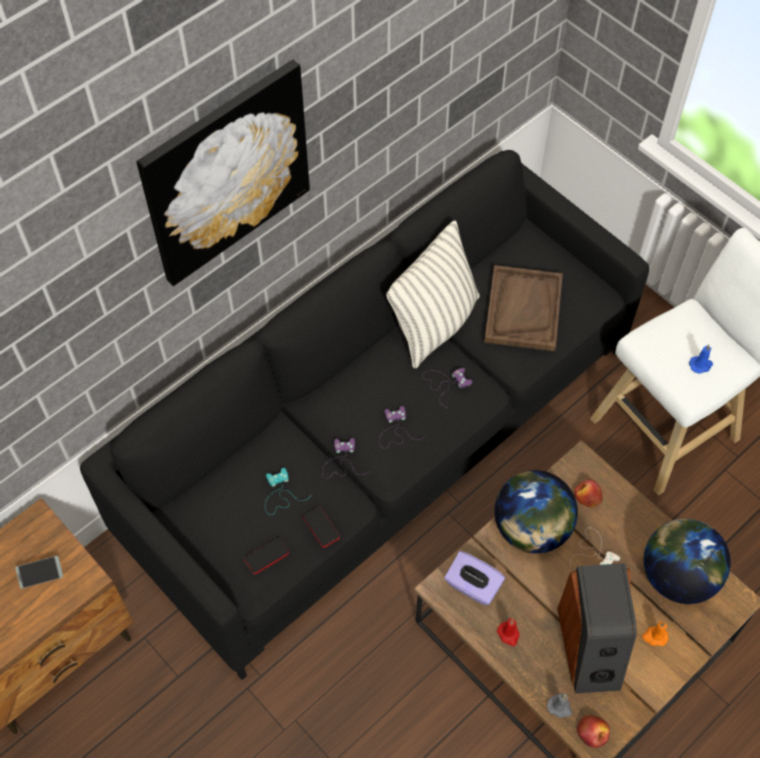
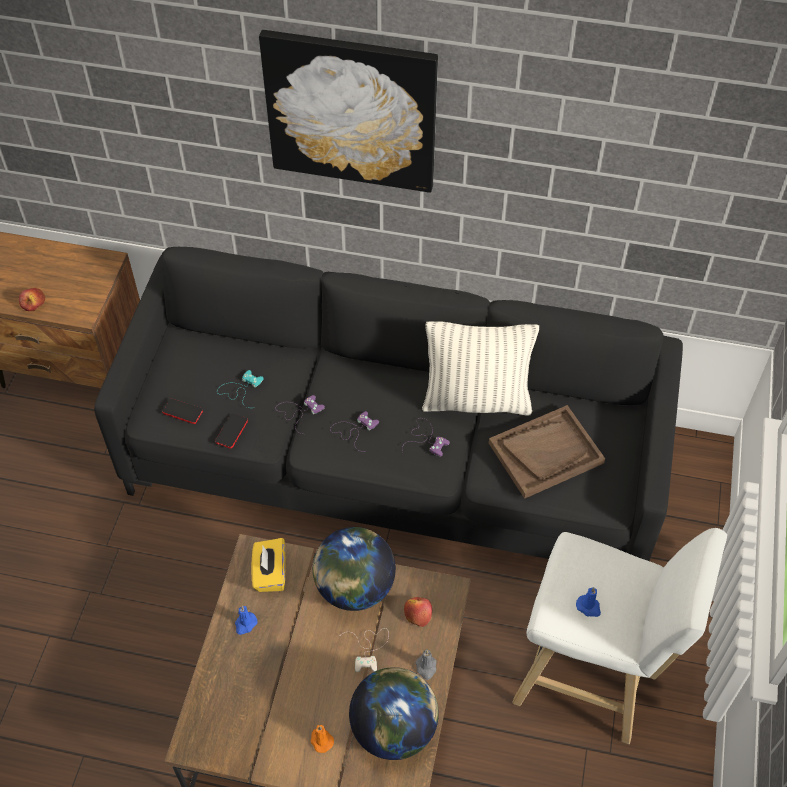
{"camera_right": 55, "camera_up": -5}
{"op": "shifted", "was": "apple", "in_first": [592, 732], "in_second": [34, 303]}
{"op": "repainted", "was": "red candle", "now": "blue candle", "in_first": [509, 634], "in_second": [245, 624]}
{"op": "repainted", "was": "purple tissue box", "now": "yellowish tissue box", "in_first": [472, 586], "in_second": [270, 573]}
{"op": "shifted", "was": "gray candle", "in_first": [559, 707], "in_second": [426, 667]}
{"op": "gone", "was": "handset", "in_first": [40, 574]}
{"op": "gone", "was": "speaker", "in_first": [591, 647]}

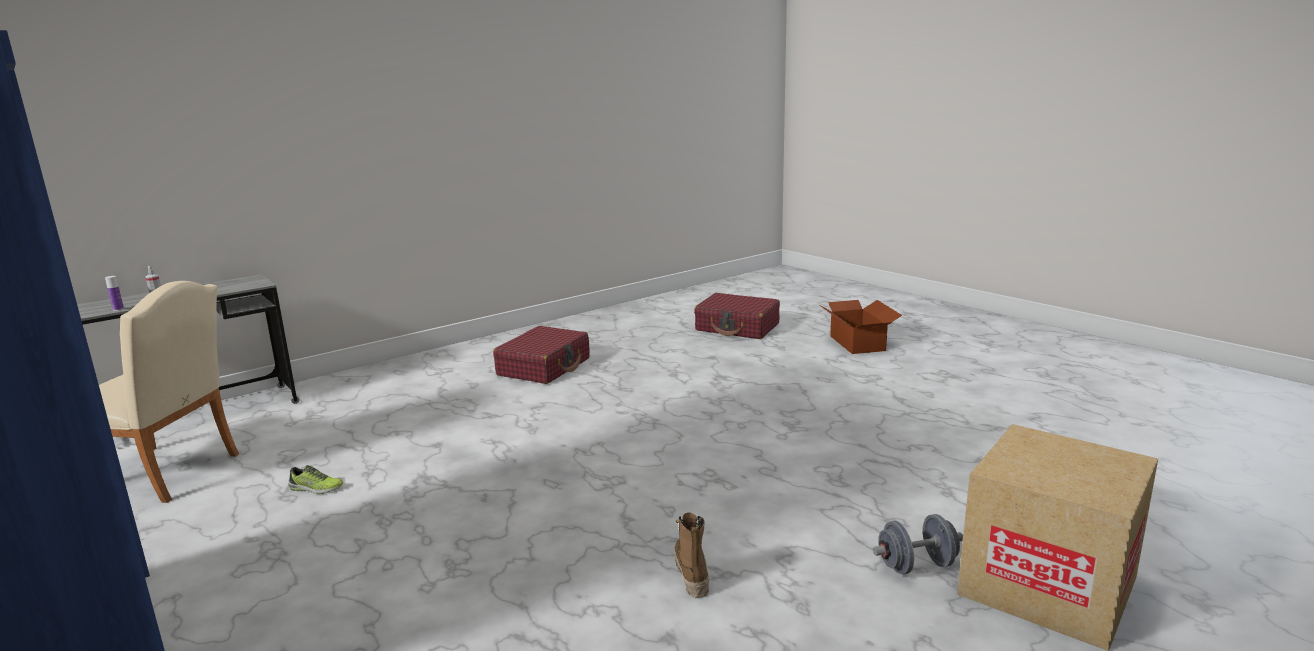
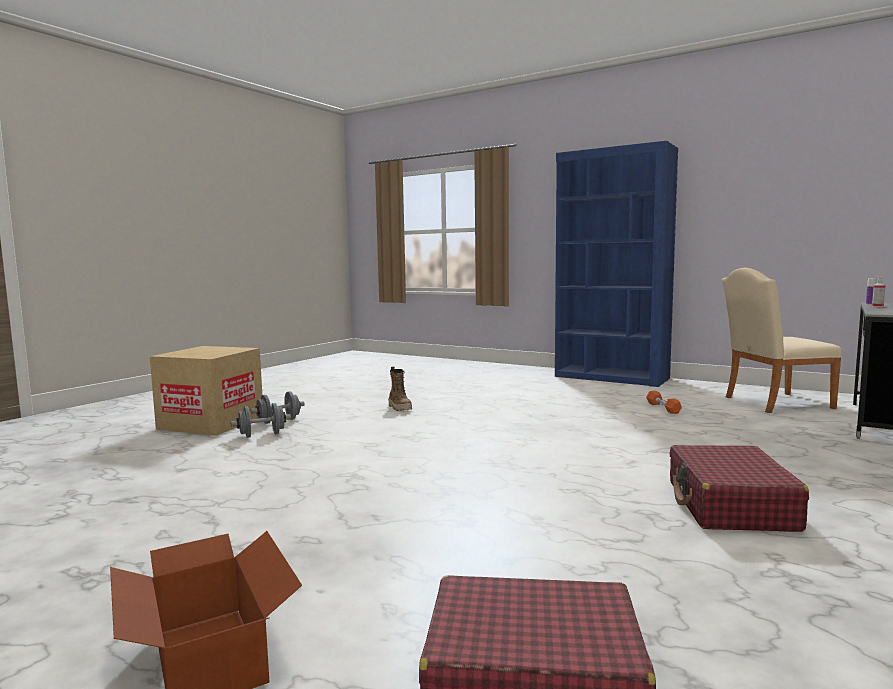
{"camera_right": 160, "camera_up": -10}
{"op": "new", "now": "gray hand weight", "in_second": [262, 435]}
{"op": "swapped", "was": "low shoe", "now": "orange hand weight", "in_first": [315, 488], "in_second": [663, 408]}

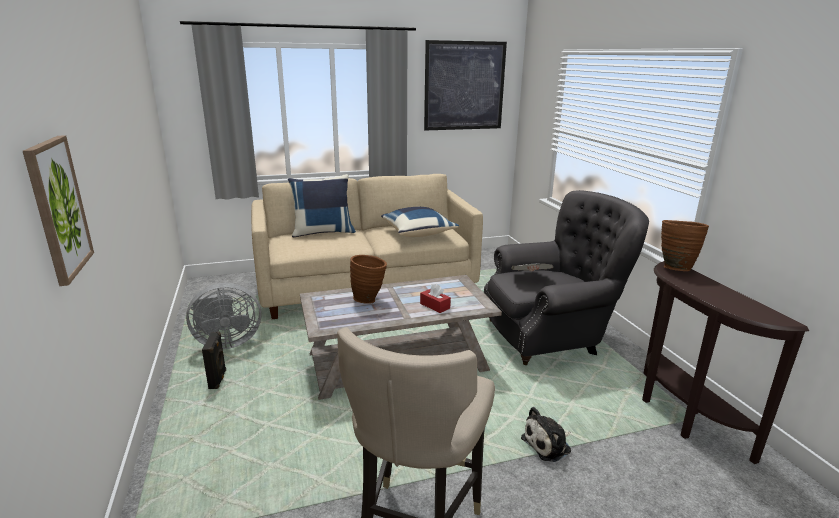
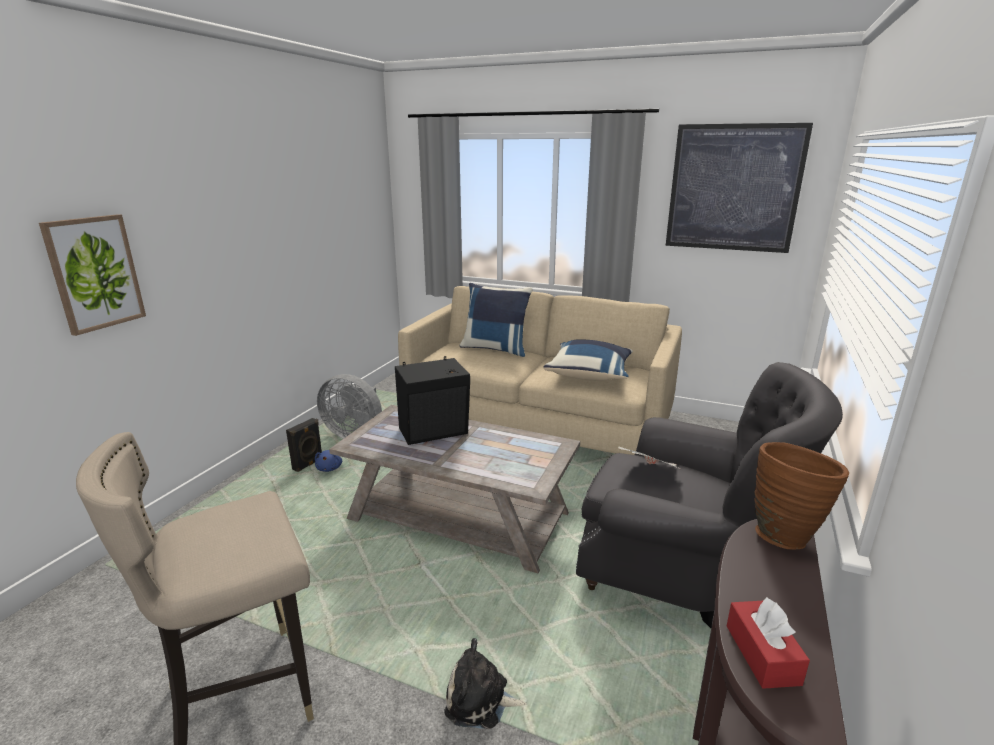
{"camera_right": 40, "camera_up": 0}
{"op": "new", "now": "blue plush toy", "in_second": [329, 468]}
{"op": "swapped", "was": "brown-coloured flower vase", "now": "blackish speaker", "in_first": [369, 299], "in_second": [435, 432]}
{"op": "shifted", "was": "red tissue box", "in_first": [435, 306], "in_second": [762, 654]}

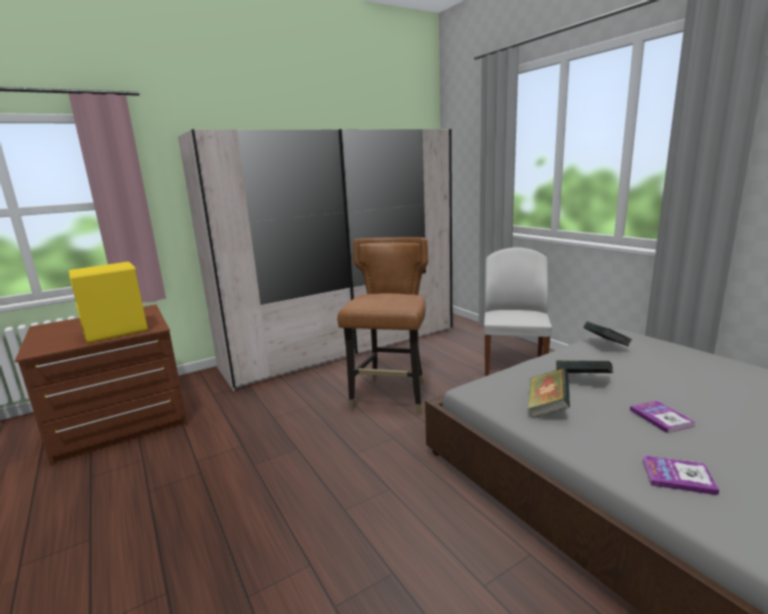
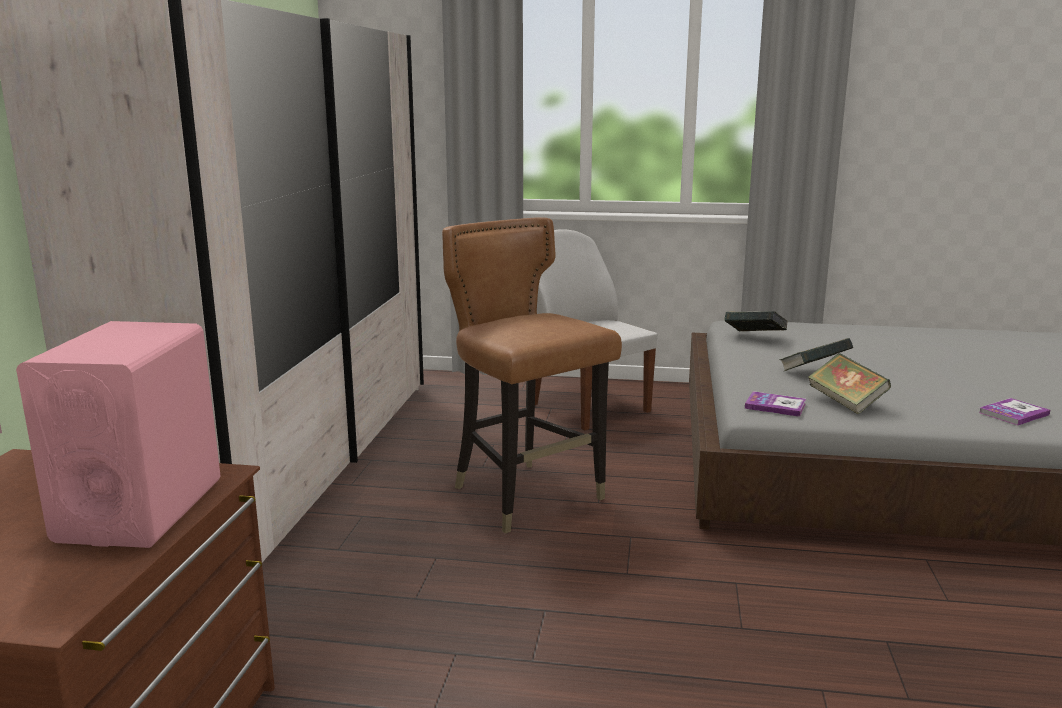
{"camera_right": -50, "camera_up": 0}
{"op": "repainted", "was": "yellowish speaker", "now": "pink-coloured speaker", "in_first": [117, 332], "in_second": [141, 510]}
{"op": "shifted", "was": "volume", "in_first": [661, 418], "in_second": [775, 406]}

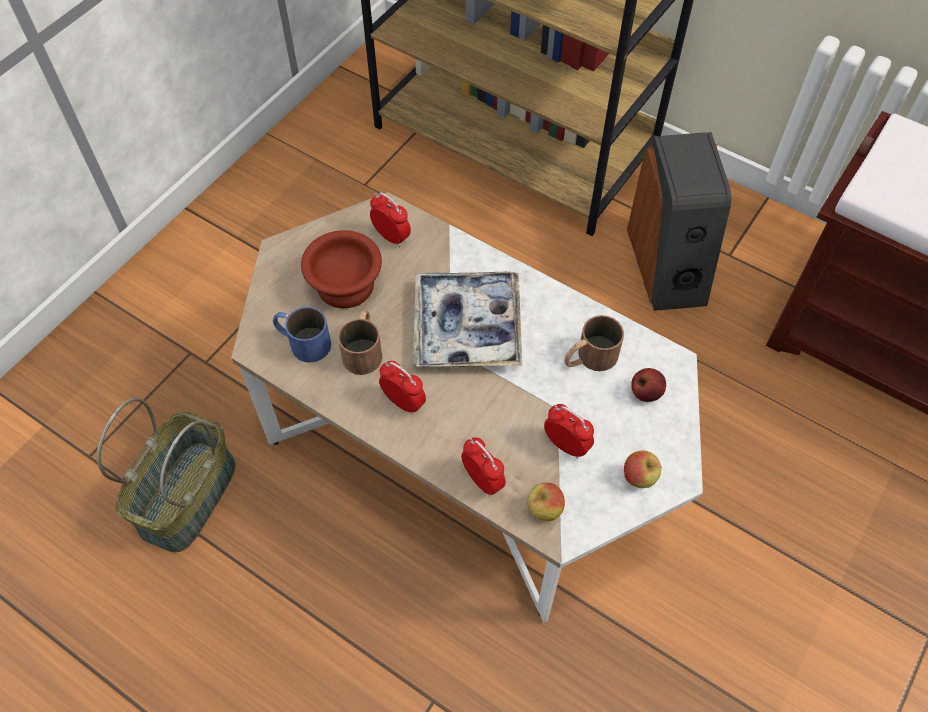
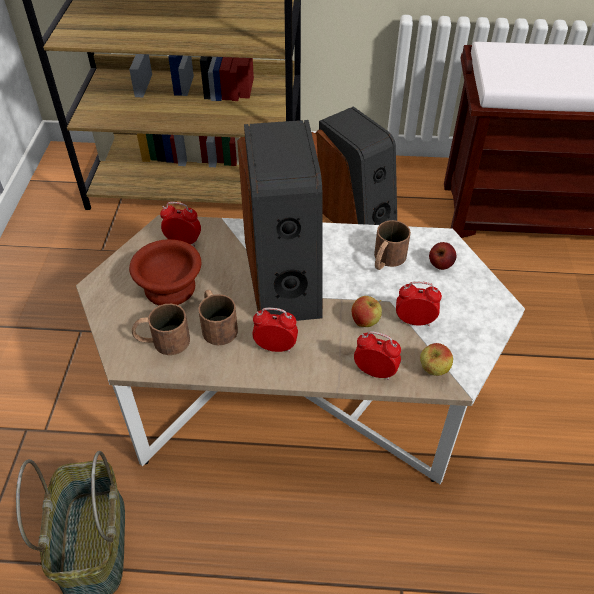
{"camera_right": -30, "camera_up": -10}
{"op": "repainted", "was": "blue tea mug", "now": "brown-coloured tea mug", "in_first": [302, 341], "in_second": [162, 341]}
{"op": "swapped", "was": "tray", "now": "speaker", "in_first": [467, 326], "in_second": [285, 276]}
{"op": "shifted", "was": "apple", "in_first": [639, 478], "in_second": [365, 322]}

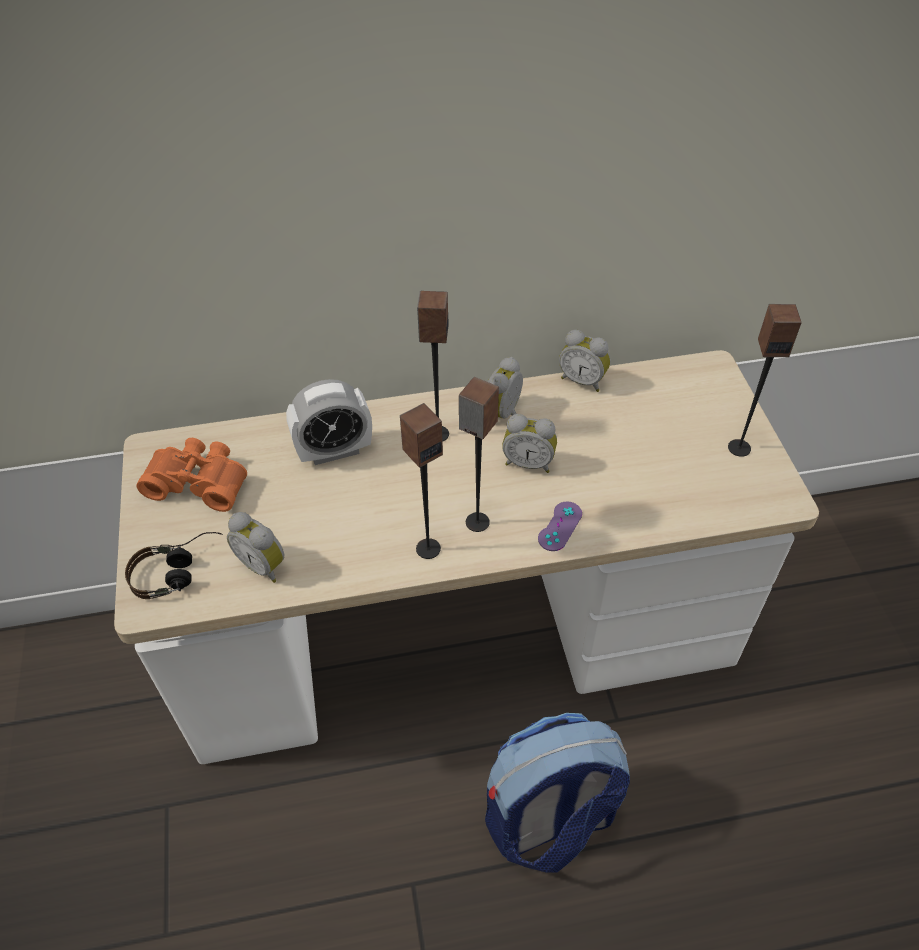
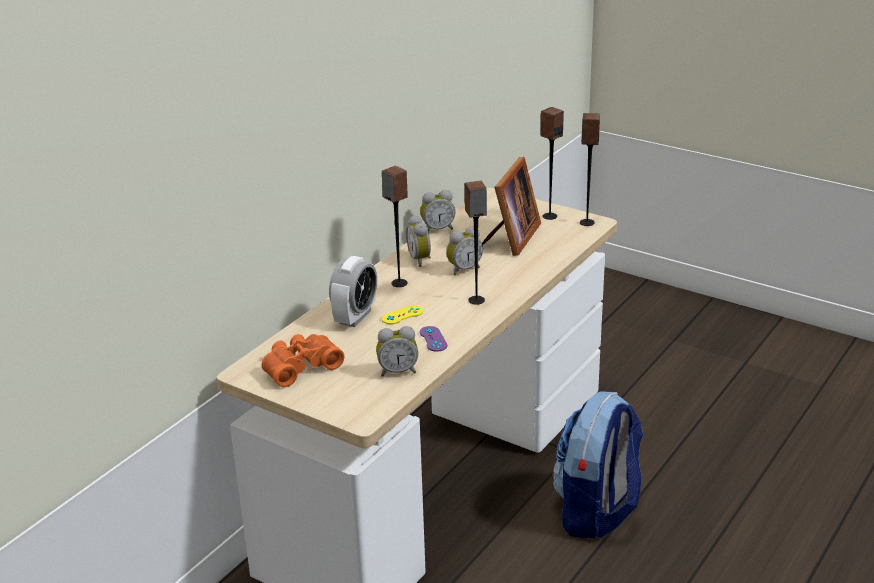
{"camera_right": -45, "camera_up": -20}
{"op": "new", "now": "yellowish gamepad", "in_second": [402, 315]}
{"op": "shifted", "was": "purple gamepad", "in_first": [560, 526], "in_second": [433, 339]}
{"op": "new", "now": "photo frame", "in_second": [511, 239]}
{"op": "shifted", "was": "speaker", "in_first": [428, 548], "in_second": [586, 222]}
{"op": "gone", "was": "headphones", "in_first": [180, 572]}

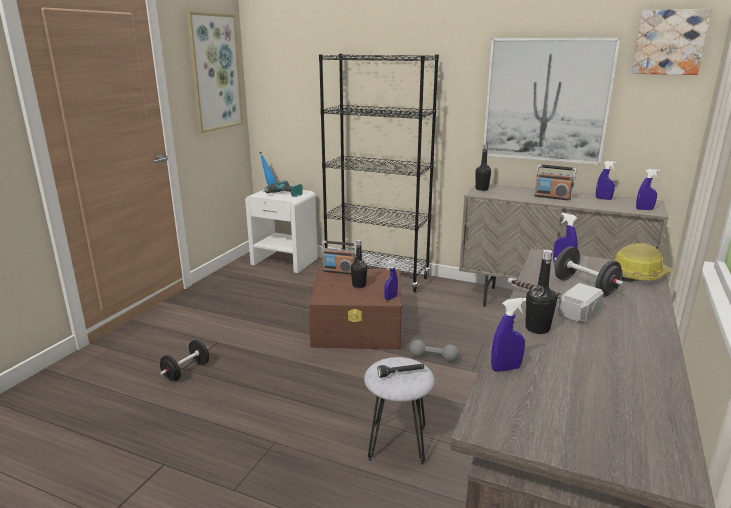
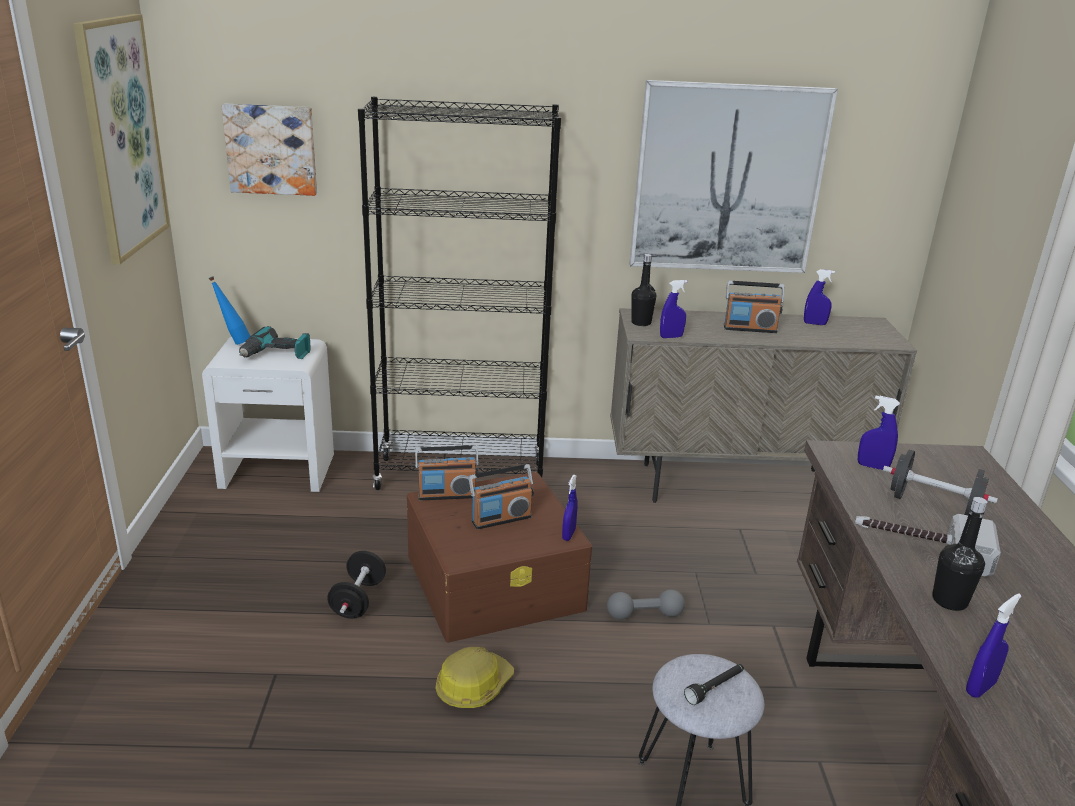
{"camera_right": -25, "camera_up": 5}
{"op": "shifted", "was": "wall picture", "in_first": [669, 42], "in_second": [271, 149]}
{"op": "shifted", "was": "blackish hand weight", "in_first": [186, 371], "in_second": [358, 600]}
{"op": "shifted", "was": "hard hat", "in_first": [638, 275], "in_second": [473, 686]}
{"op": "swapped", "was": "blackish beverage bottle", "now": "radio receiver", "in_first": [359, 285], "in_second": [501, 519]}
{"op": "shifted", "was": "blue spray bottle", "in_first": [644, 209], "in_second": [671, 337]}

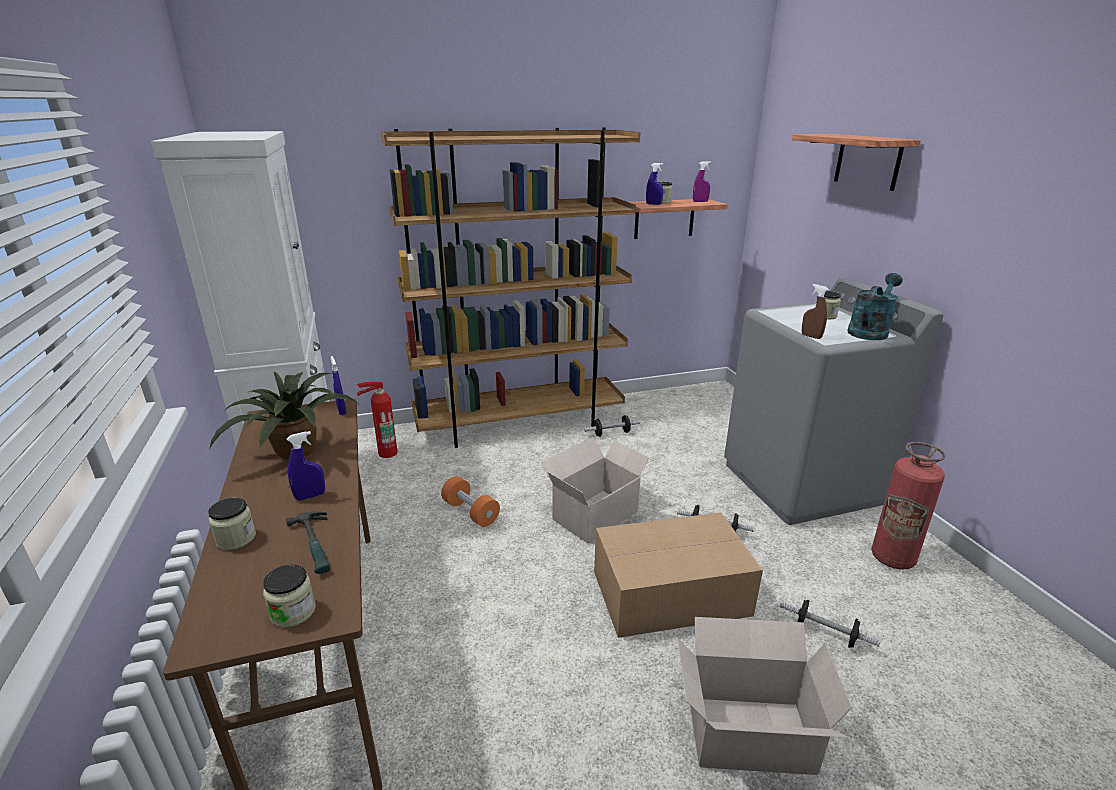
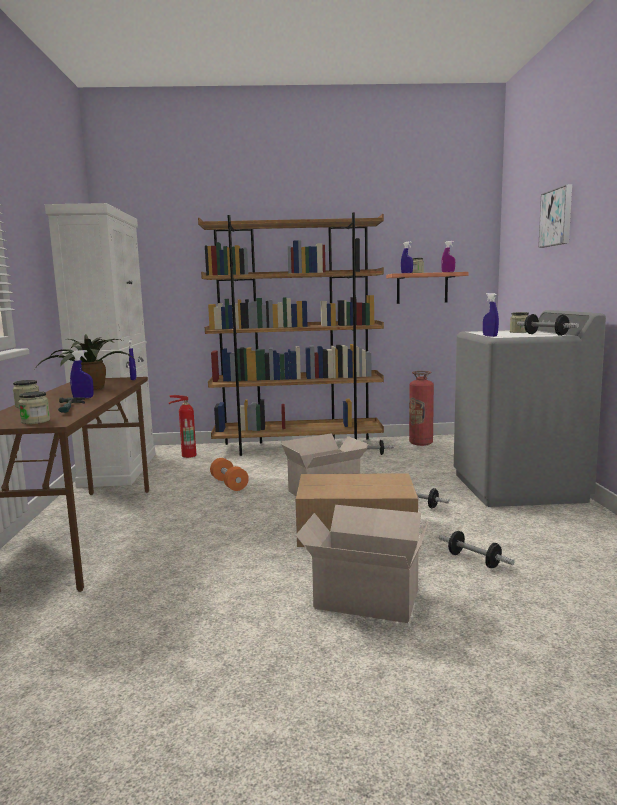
{"camera_right": 15, "camera_up": -15}
{"op": "shifted", "was": "extinguisher", "in_first": [892, 558], "in_second": [421, 443]}
{"op": "repainted", "was": "brown-coloured spray bottle", "now": "blue spray bottle", "in_first": [811, 336], "in_second": [490, 336]}
{"op": "swapped", "was": "turquoise-coloured sprinkling can", "now": "hand weight", "in_first": [869, 331], "in_second": [545, 334]}
{"op": "swapped", "was": "wall shelf", "now": "wall picture", "in_first": [868, 161], "in_second": [557, 217]}

